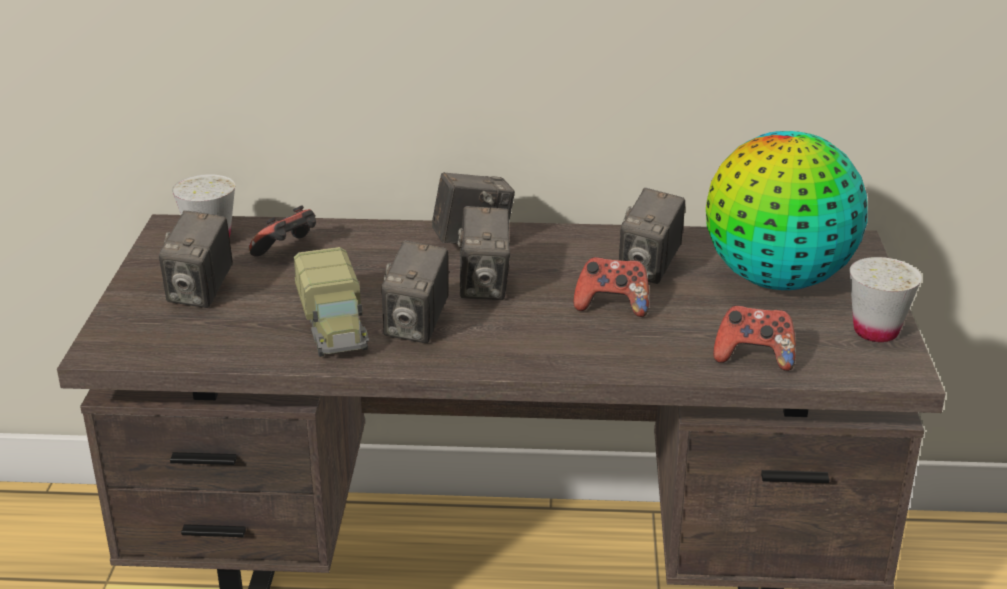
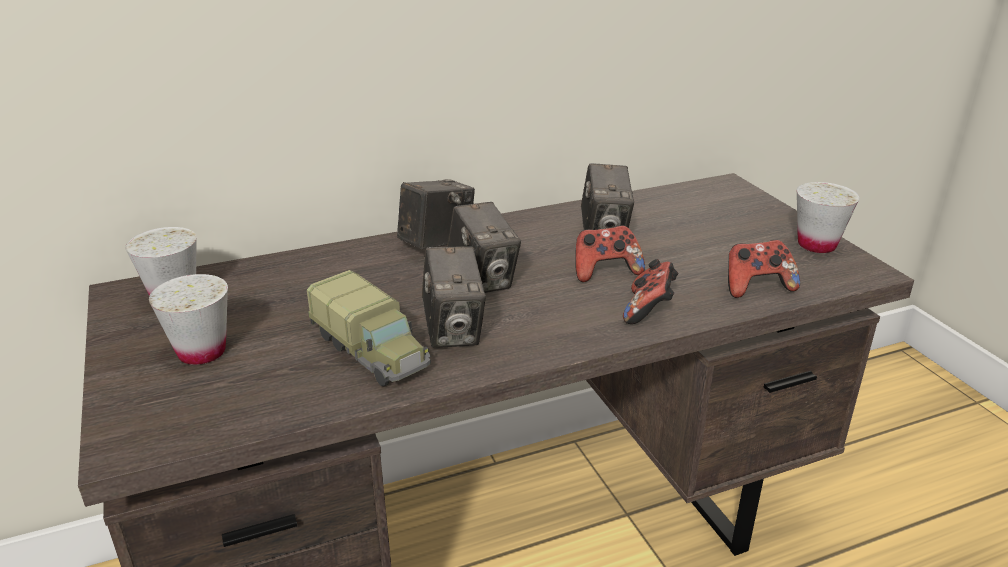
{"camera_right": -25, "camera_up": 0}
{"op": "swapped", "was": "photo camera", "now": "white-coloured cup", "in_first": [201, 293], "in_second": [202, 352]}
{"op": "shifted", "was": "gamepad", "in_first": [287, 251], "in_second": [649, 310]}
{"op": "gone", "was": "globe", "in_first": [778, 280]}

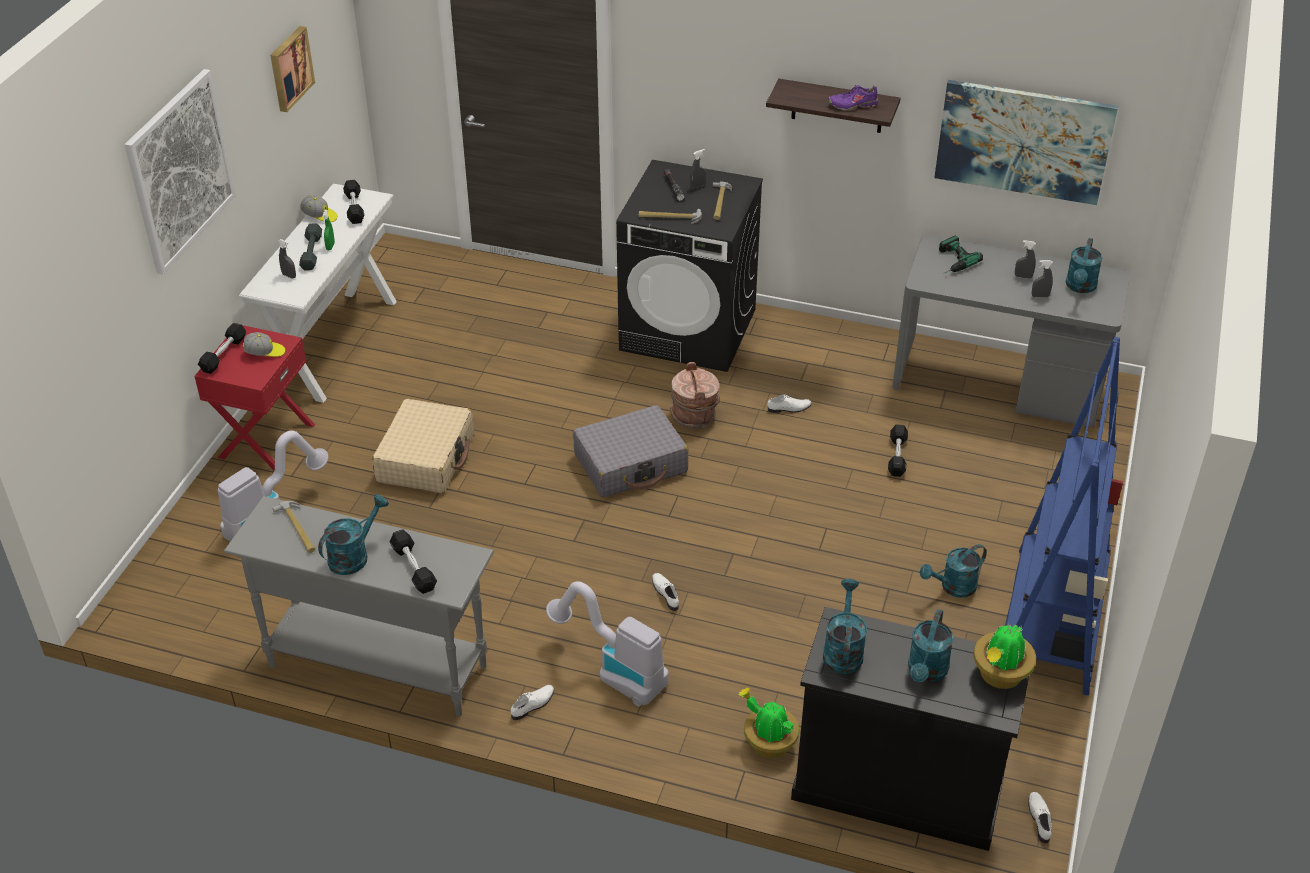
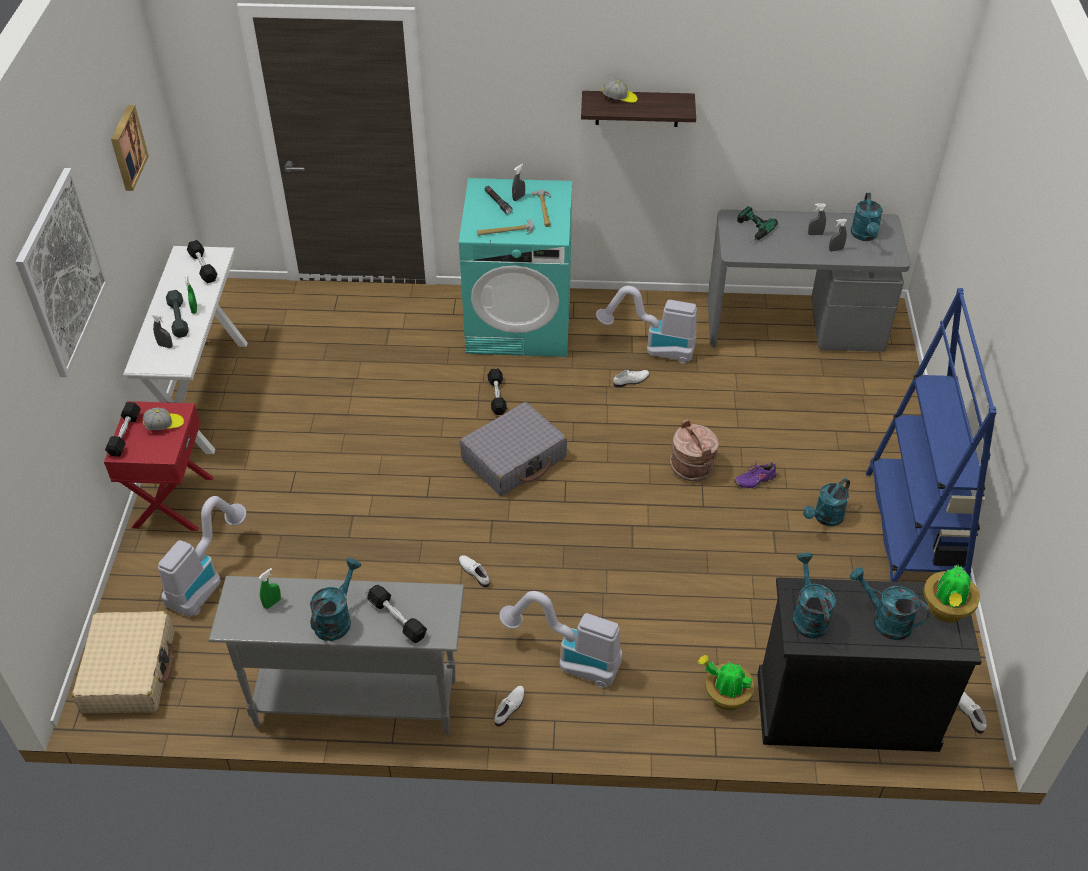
{"camera_right": -15, "camera_up": 5}
{"op": "shifted", "was": "sand-coloured travel case", "in_first": [426, 457], "in_second": [130, 671]}
{"op": "swapped", "was": "tool hammer", "now": "green-coloured spray bottle", "in_first": [297, 529], "in_second": [272, 603]}
{"op": "shifted", "was": "white-coloured low shoe", "in_first": [666, 593], "in_second": [475, 572]}
{"op": "repainted", "was": "blackish laundry machine", "now": "turquoise-coloured laundry machine", "in_first": [689, 330], "in_second": [520, 323]}
{"op": "shifted", "was": "blackish hand weight", "in_first": [897, 456], "in_second": [497, 396]}
{"op": "new", "now": "vacuum", "in_second": [653, 348]}
{"op": "shifted", "was": "cap", "in_first": [320, 216], "in_second": [619, 98]}
{"op": "shifted", "was": "brown-coloured water bucket", "in_first": [694, 416], "in_second": [692, 467]}
{"op": "shifted", "was": "purple low shoe", "in_first": [853, 105], "in_second": [755, 480]}
{"op": "rotated", "was": "turquoise-coloured sprinkling can", "in_first": [926, 672], "in_second": [885, 620], "clockwise": 120}
{"op": "gone", "was": "wall picture", "in_first": [1023, 141]}

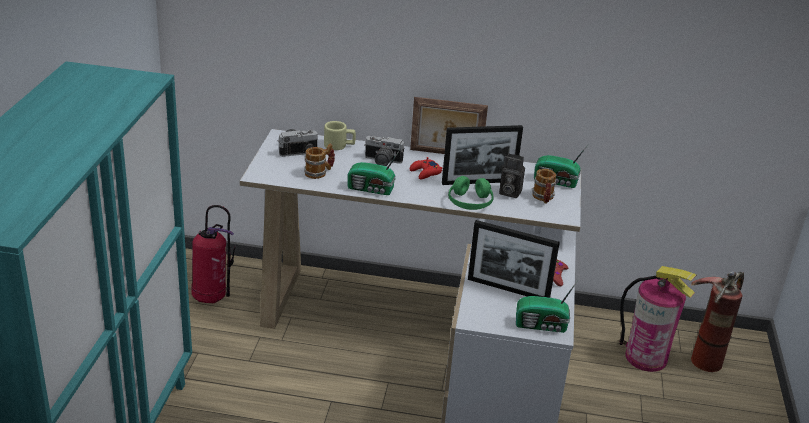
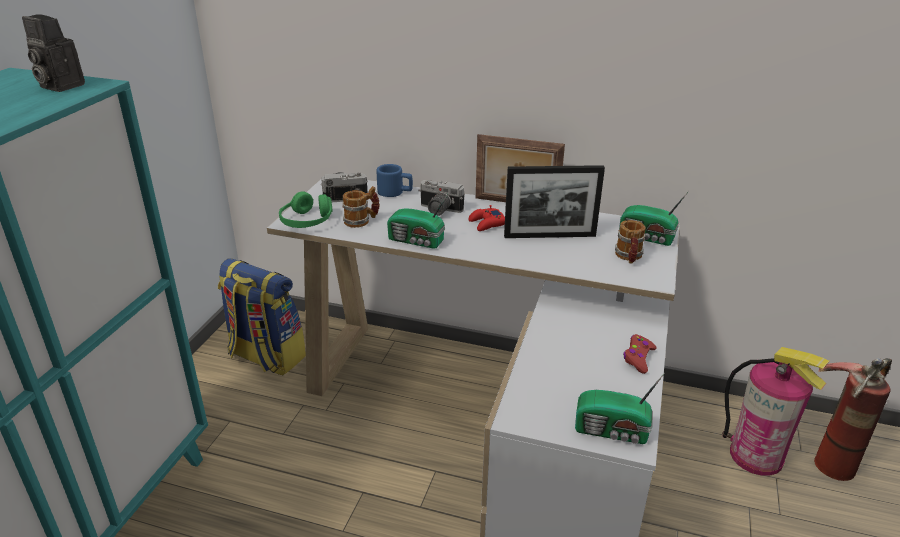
{"camera_right": 10, "camera_up": 0}
{"op": "shifted", "was": "photo camera", "in_first": [508, 192], "in_second": [59, 86]}
{"op": "swapped", "was": "extinguisher", "now": "knapsack", "in_first": [212, 297], "in_second": [265, 357]}
{"op": "shifted", "was": "green-coloured headphones", "in_first": [470, 202], "in_second": [307, 221]}
{"op": "repainted", "was": "sand-coloured tea mug", "now": "blue tea mug", "in_first": [339, 145], "in_second": [395, 192]}
{"op": "gone", "was": "photo frame", "in_first": [508, 289]}

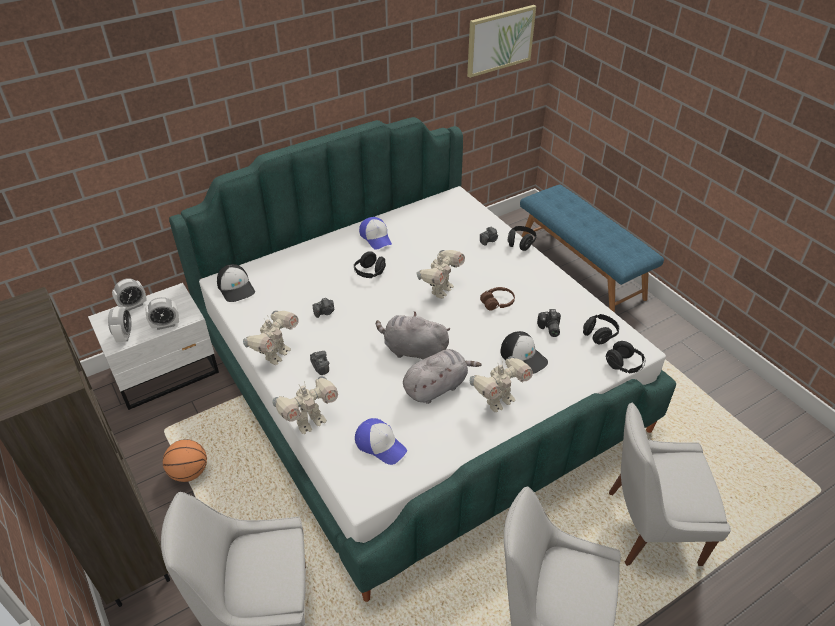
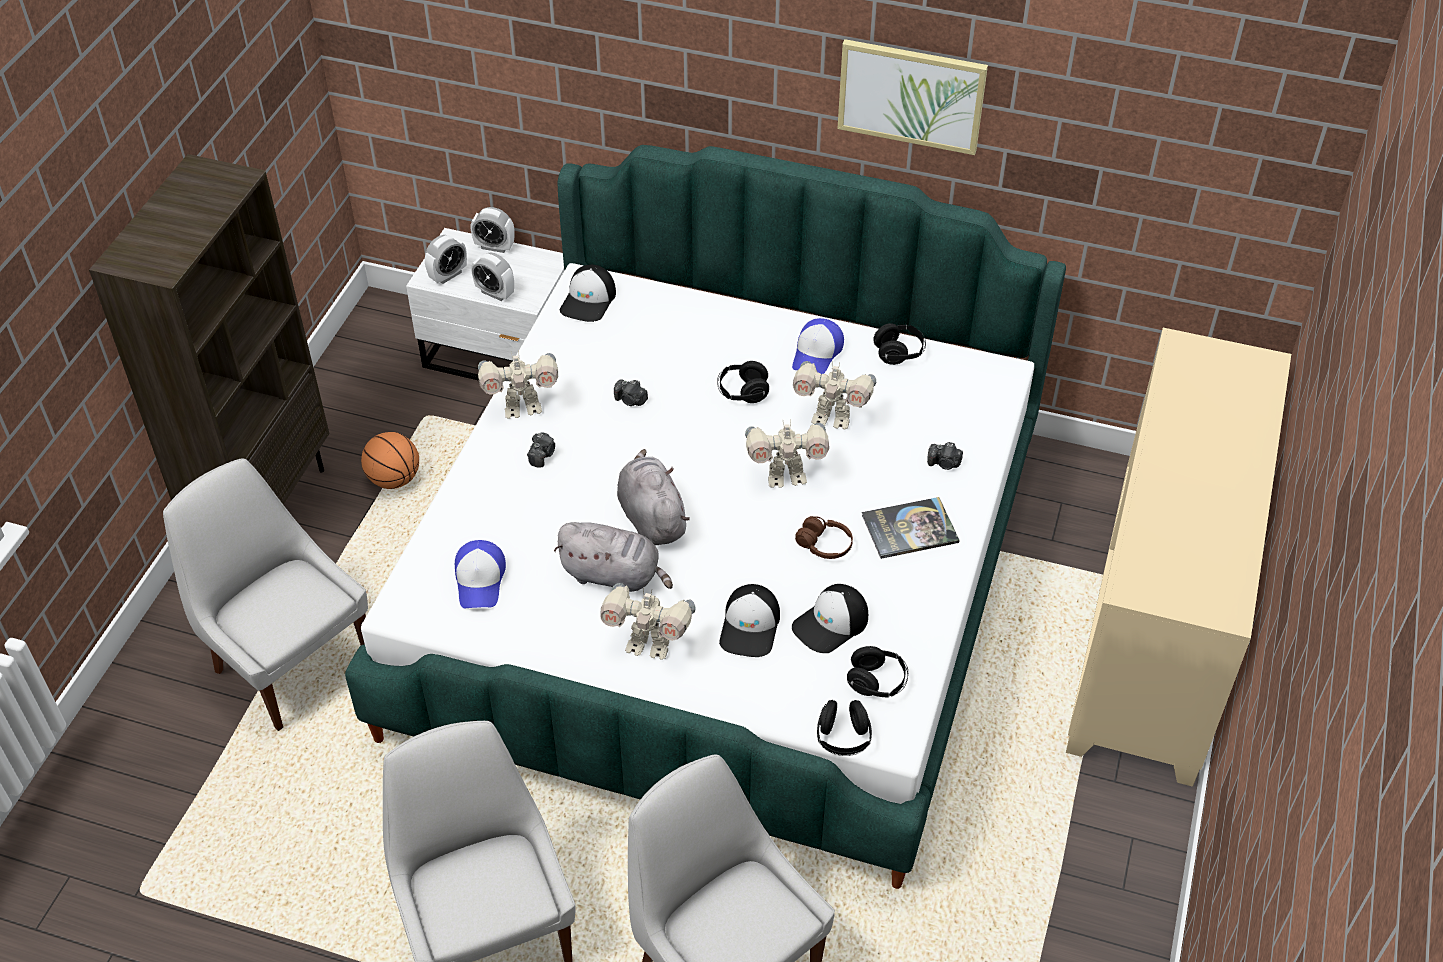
{"camera_right": 50, "camera_up": 5}
{"op": "swapped", "was": "photo camera", "now": "cap", "in_first": [549, 329], "in_second": [831, 624]}
{"op": "shifted", "was": "toy robot", "in_first": [310, 422], "in_second": [831, 418]}
{"op": "shifted", "was": "wall picture", "in_first": [500, 40], "in_second": [911, 95]}
{"op": "new", "now": "volume", "in_second": [909, 529]}
{"op": "shifted", "was": "blackish headphones", "in_first": [520, 243], "in_second": [899, 353]}
{"op": "swapped", "was": "blue long seat", "now": "sand-coloured storage cabinet", "in_first": [581, 268], "in_second": [1157, 628]}

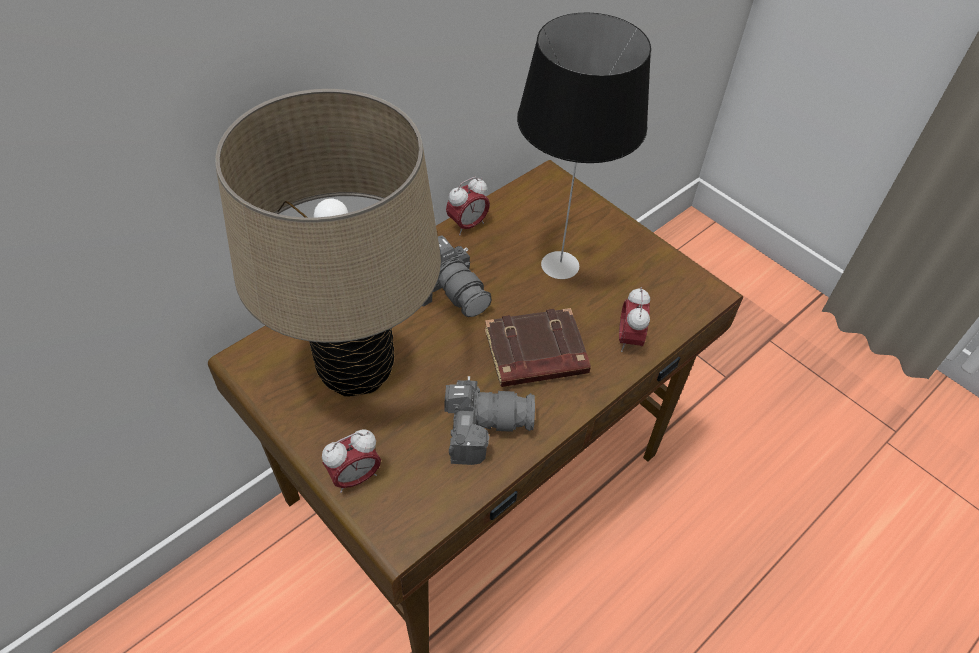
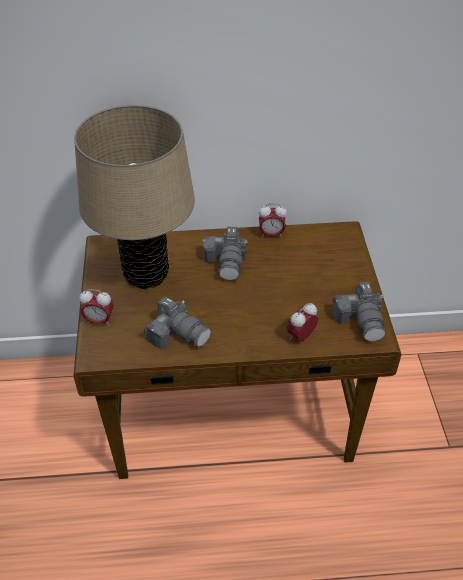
{"camera_right": 40, "camera_up": -5}
{"op": "new", "now": "photo camera", "in_second": [361, 320]}
{"op": "gone", "was": "brown-coloured volume", "in_first": [535, 354]}
{"op": "gone", "was": "tabletop lamp", "in_first": [561, 266]}

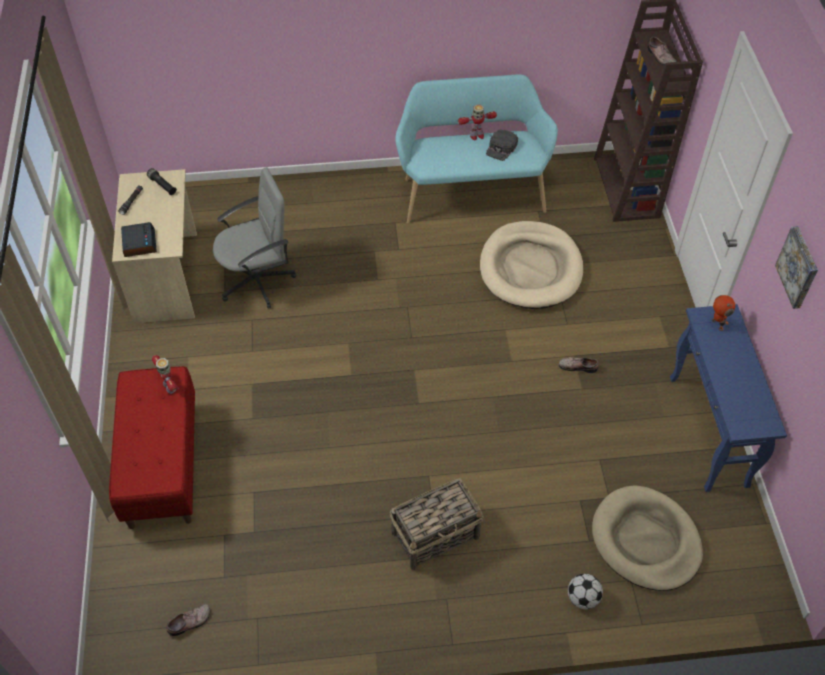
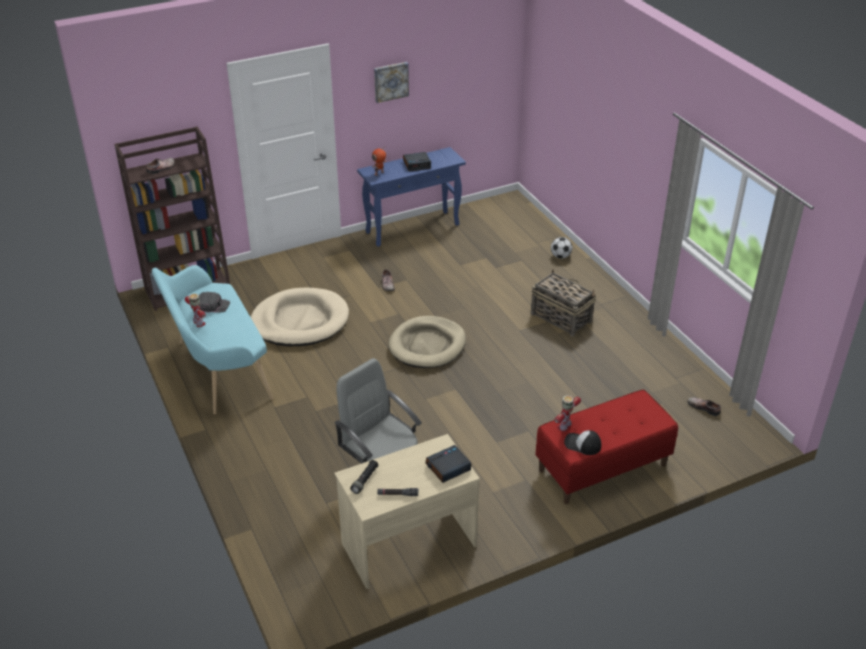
{"camera_right": -110, "camera_up": -15}
{"op": "shifted", "was": "sand-coloured dog bed", "in_first": [645, 540], "in_second": [427, 345]}
{"op": "new", "now": "bedside clock", "in_second": [417, 164]}
{"op": "new", "now": "cap", "in_second": [582, 444]}

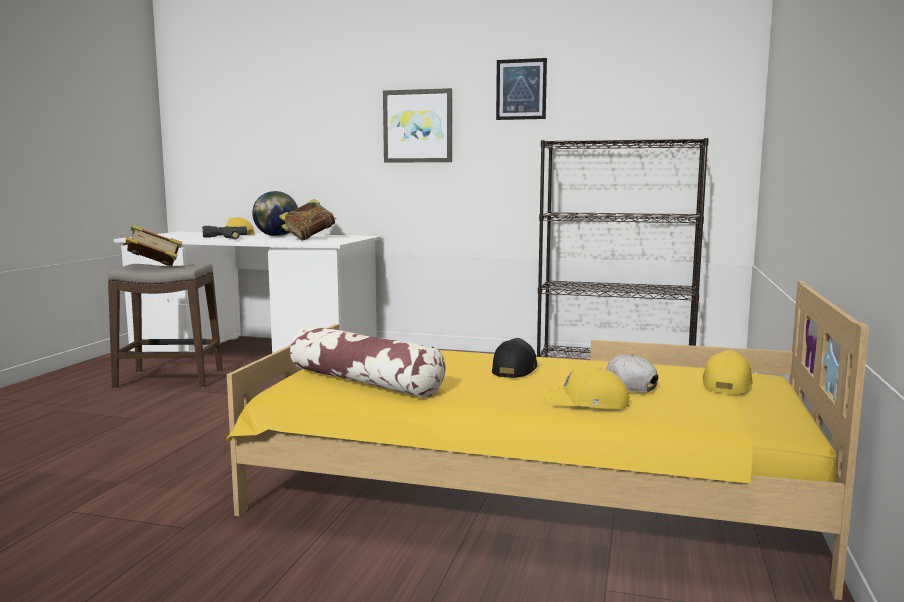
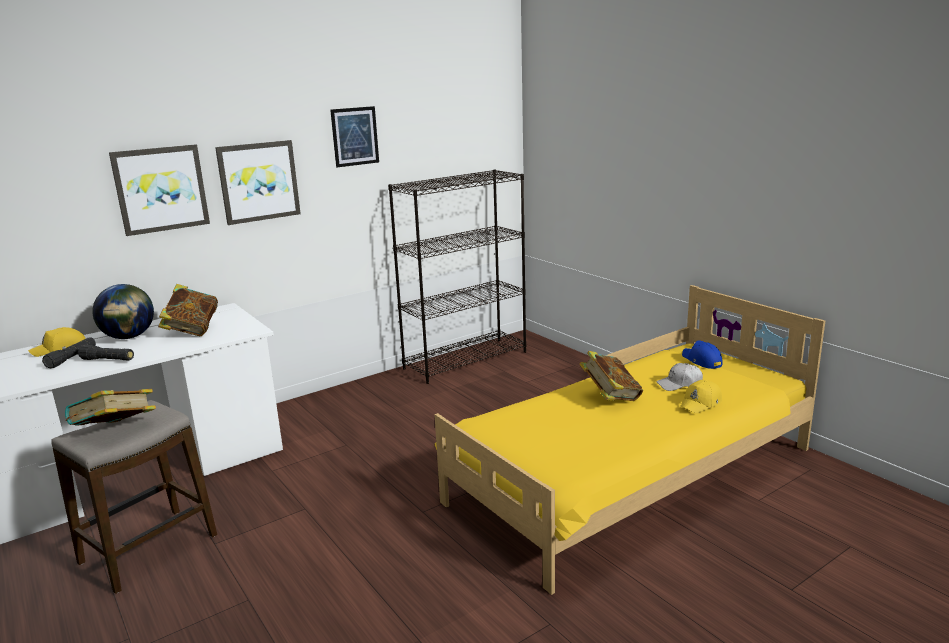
{"camera_right": -50, "camera_up": 10}
{"op": "new", "now": "wall picture", "in_second": [161, 189]}
{"op": "swapped", "was": "blackish cap", "now": "volume", "in_first": [514, 369], "in_second": [610, 397]}
{"op": "repainted", "was": "yellowish cap", "now": "blue cap", "in_first": [726, 384], "in_second": [701, 361]}
{"op": "gone", "was": "pillow", "in_first": [364, 382]}

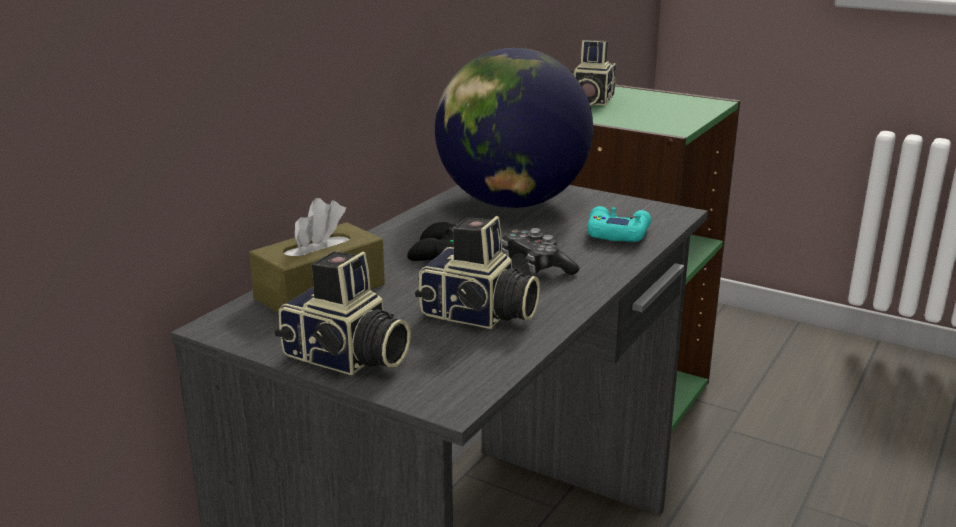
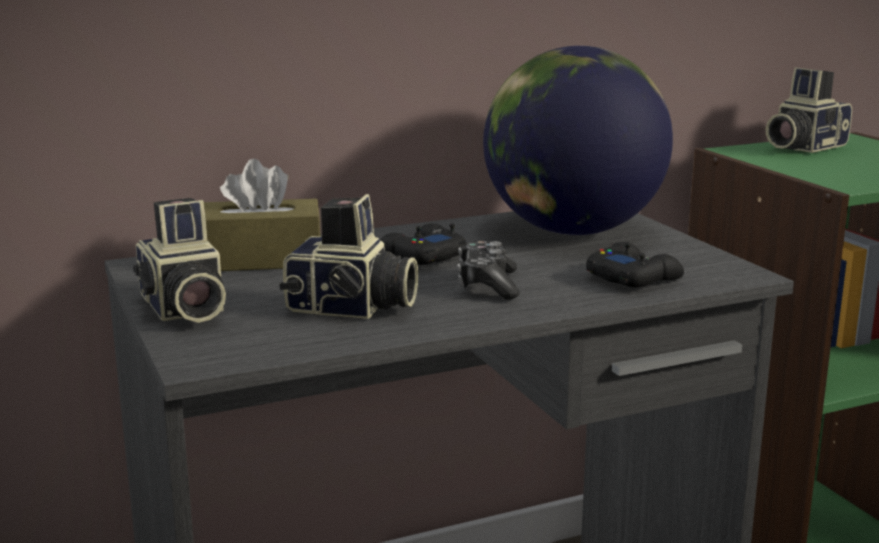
{"camera_right": 35, "camera_up": -5}
{"op": "rotated", "was": "photo camera", "in_first": [478, 316], "in_second": [351, 309], "clockwise": -45}
{"op": "repainted", "was": "turquoise-coloured gamepad", "now": "blackish gamepad", "in_first": [617, 233], "in_second": [633, 278]}

